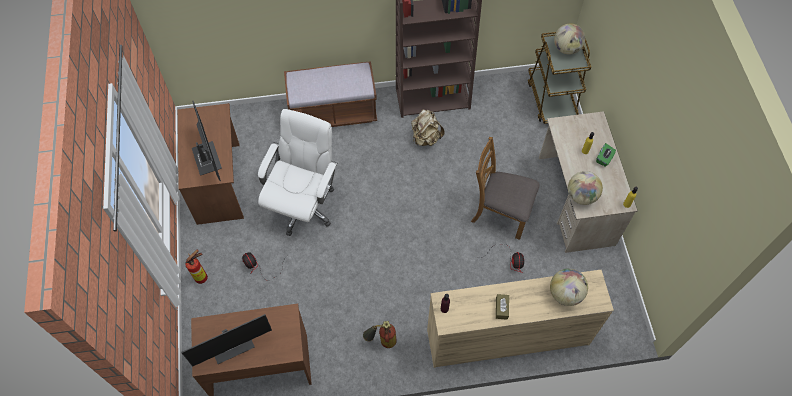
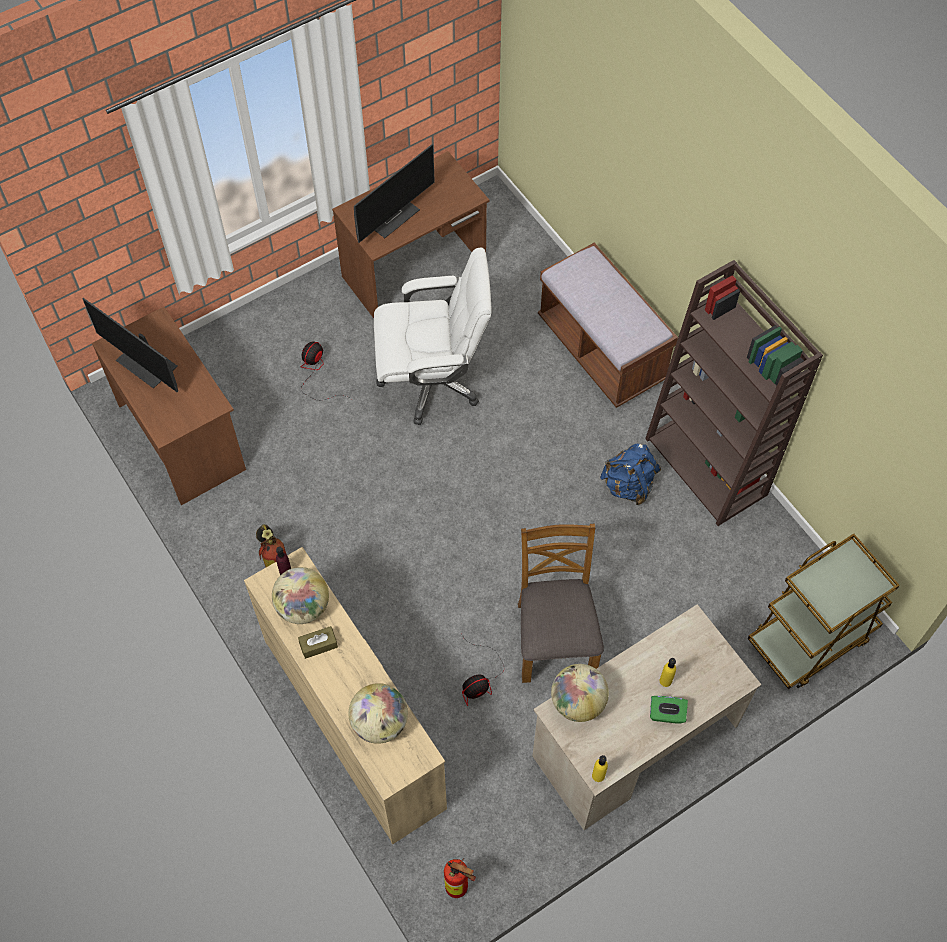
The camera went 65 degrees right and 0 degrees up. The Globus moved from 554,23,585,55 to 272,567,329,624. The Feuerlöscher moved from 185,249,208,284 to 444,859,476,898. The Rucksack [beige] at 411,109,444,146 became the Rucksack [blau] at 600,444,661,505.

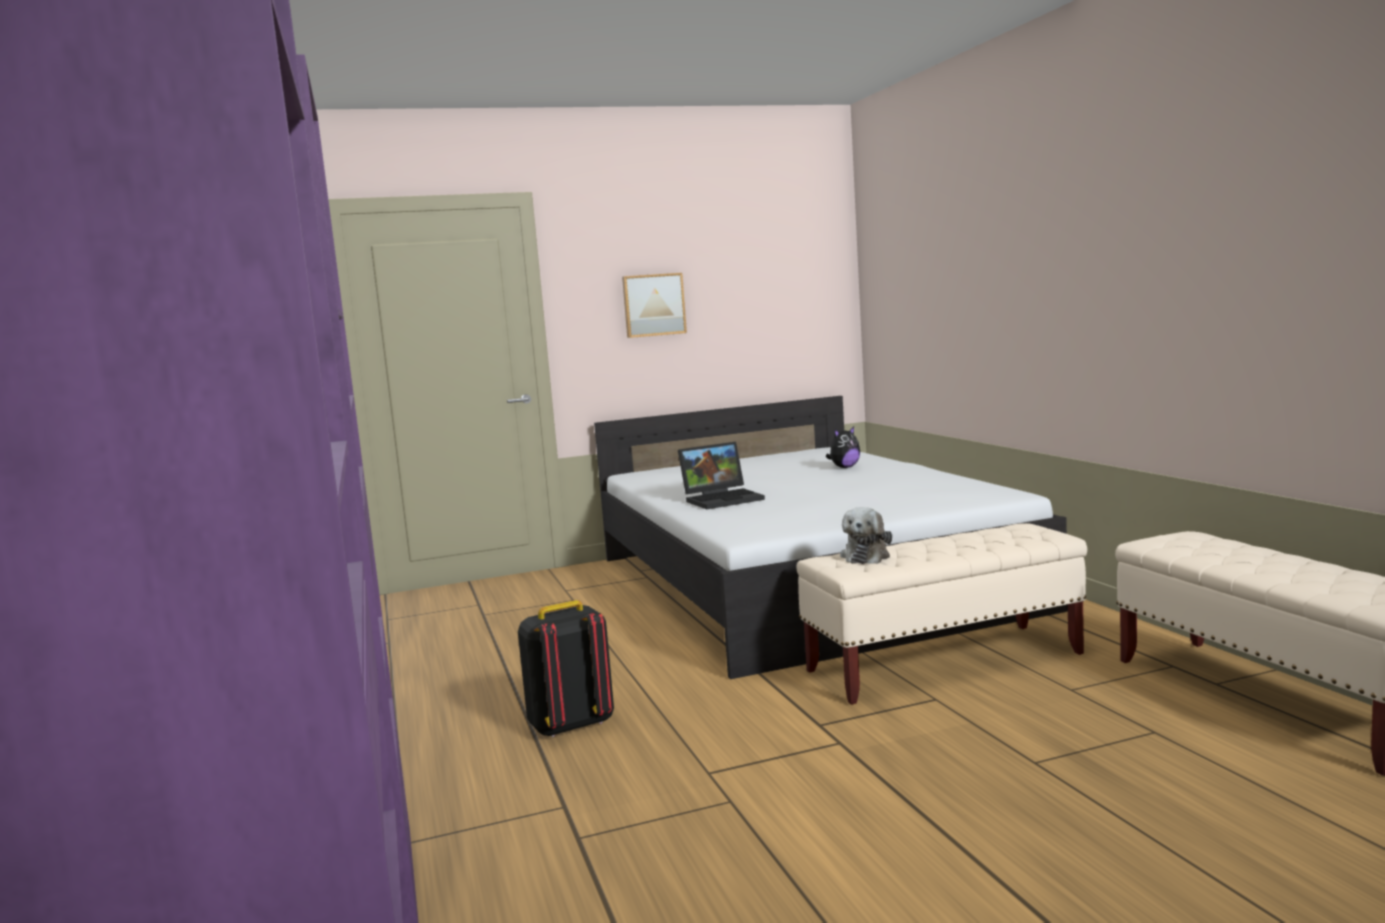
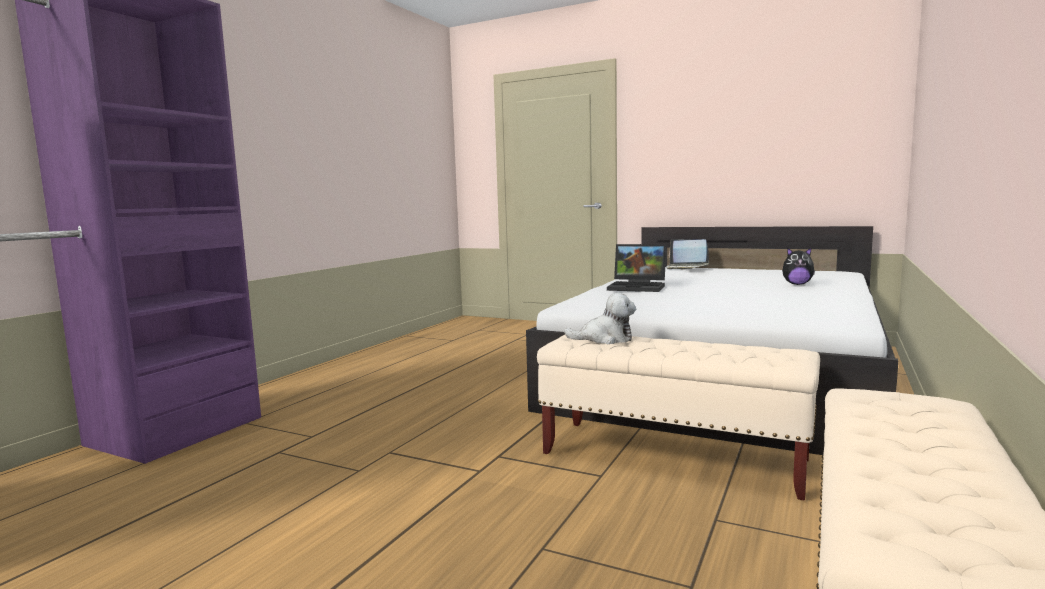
The camera went 45 degrees right and 0 degrees up. The Plüschtier at 840,507,892,564 turned 150 degrees counterclockwise. The Laptop at 666,239,709,270 appeared. The Rucksack [schwarz] at 518,600,614,738 disappeared. The Bild at 622,273,687,338 disappeared.

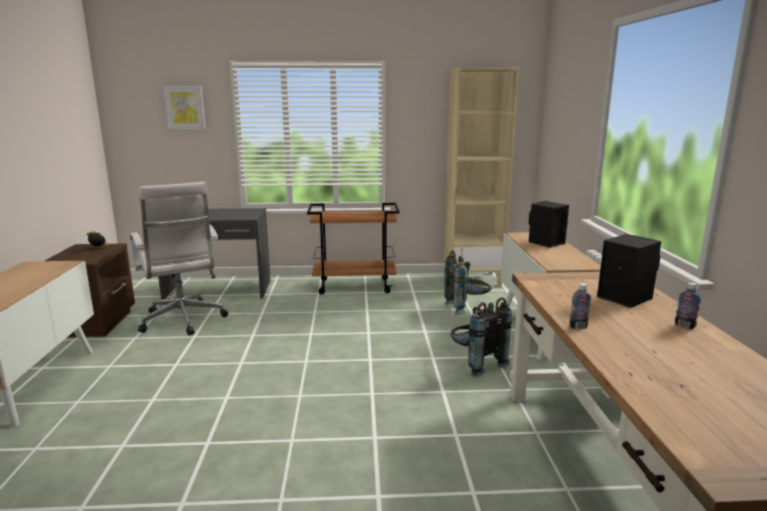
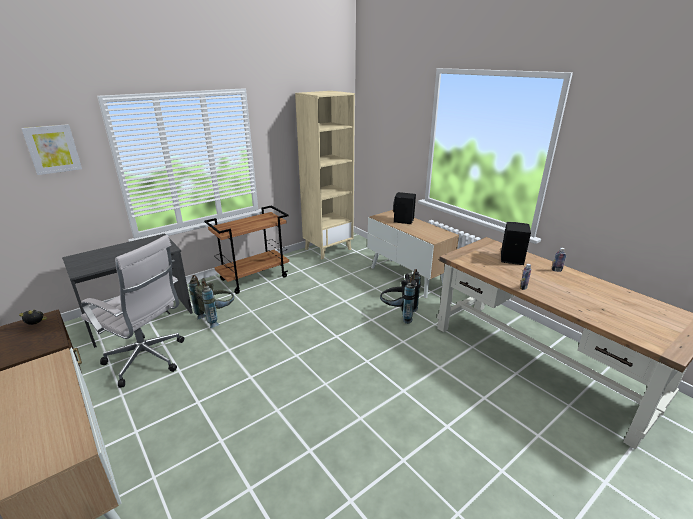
The camera went 35 degrees left and 10 degrees up. The Rucksack [grau] moved from 444,250,491,314 to 189,275,234,328.

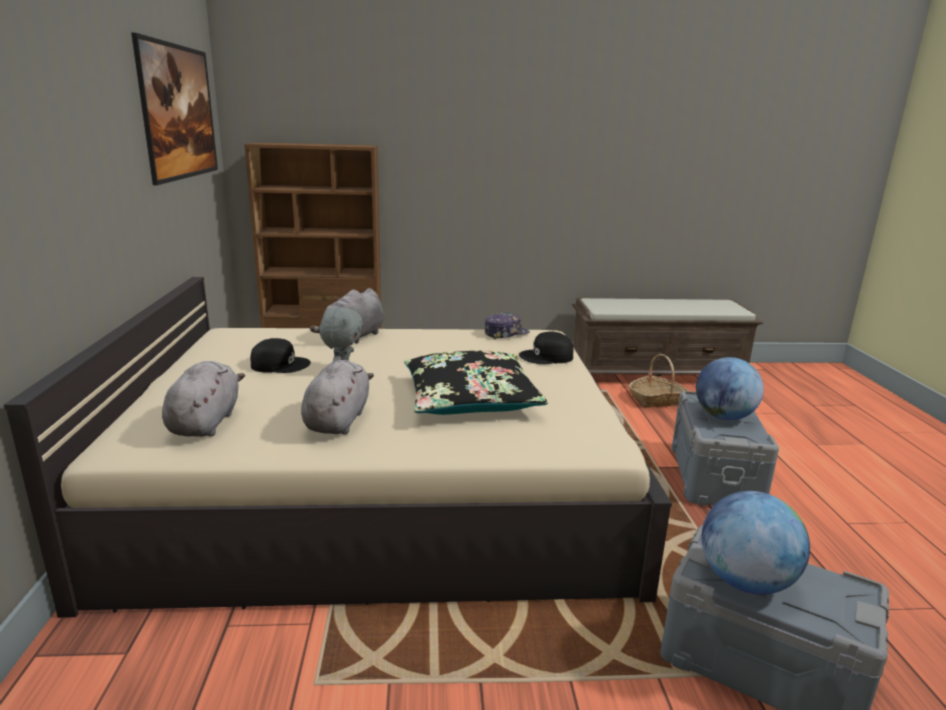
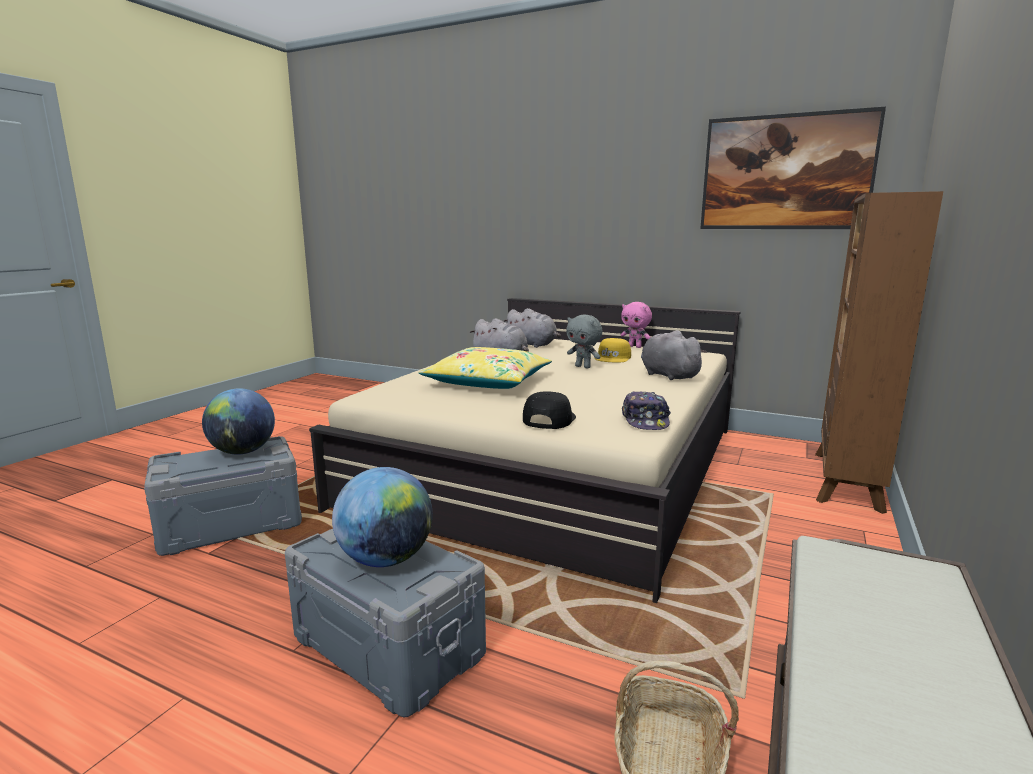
The camera went 120 degrees right and 5 degrees down. The Kissen [schwarz] at 404,351,548,415 became the Kissen [gelb] at 419,347,552,389. The Kappe [schwarz] at 250,338,311,373 became the Kappe [gelb] at 594,338,631,363. The Plüschtier [rosa] at 621,302,652,348 appeared.

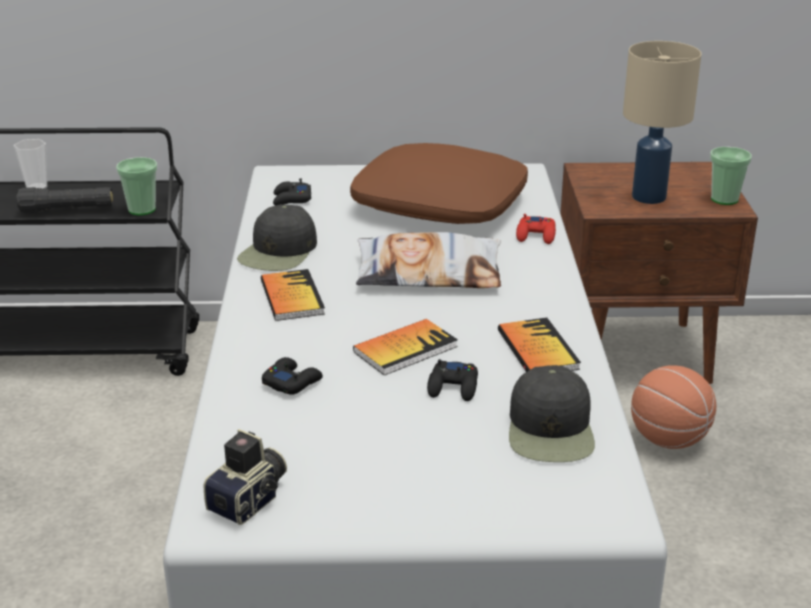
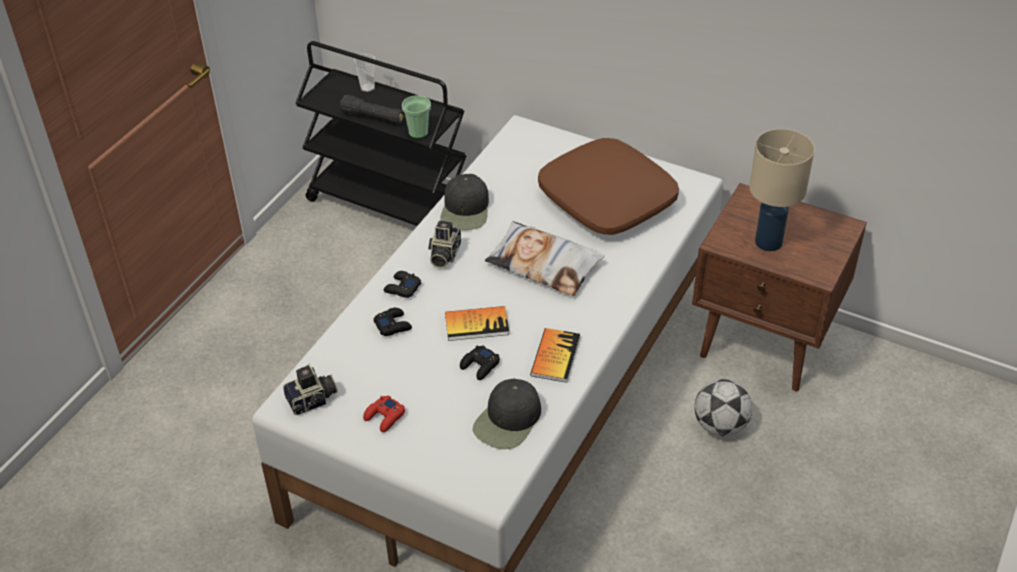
The camera went 30 degrees right and 15 degrees up. The Gamepad [rot] moved from 516,214,556,244 to 363,395,405,432. The Gamepad [schwarz] moved from 273,178,311,205 to 384,271,421,298. The Buch at 261,269,325,321 was replaced by the Kamera at 428,221,461,268. The Kappe [schwarz] at 237,204,317,271 turned 45 degrees counterclockwise. The Basketball at 631,365,716,449 was replaced by the Fußball at 694,379,752,436. The Tasse at 710,147,752,205 disappeared.

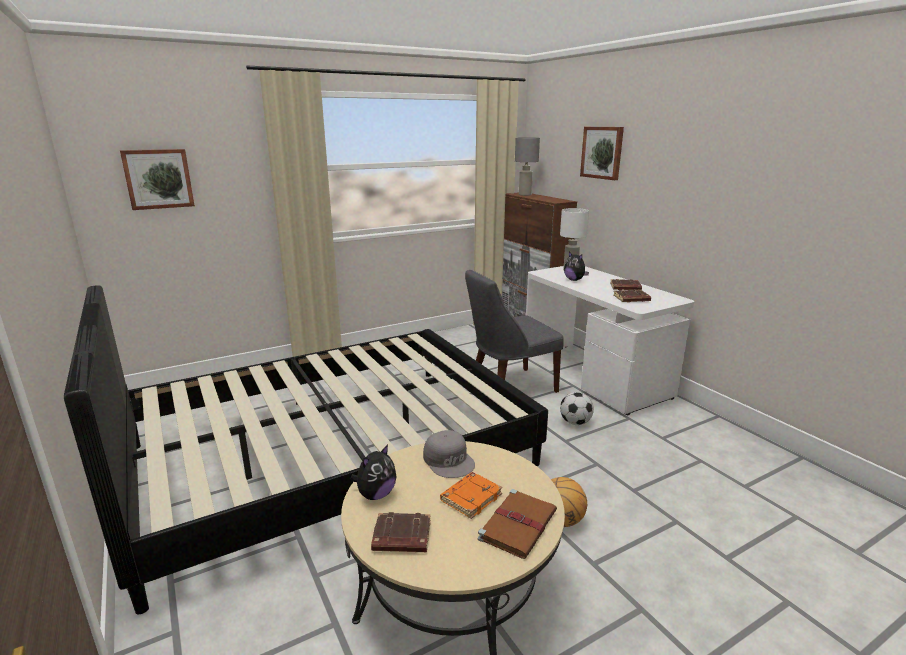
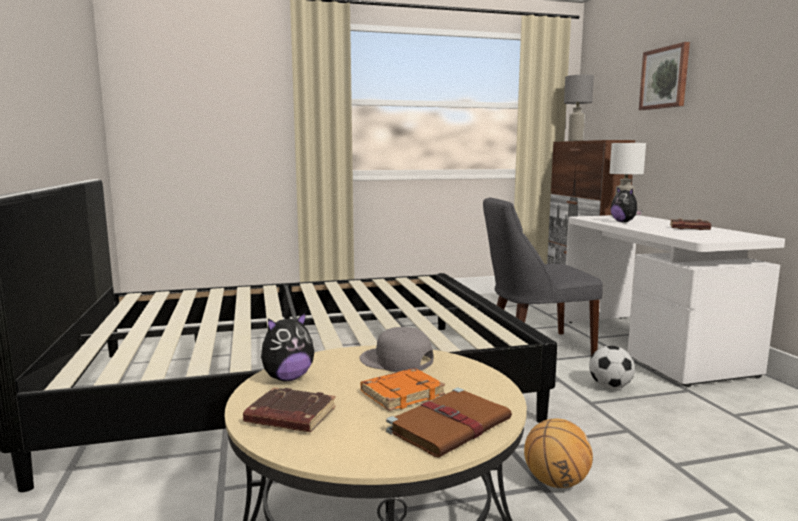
The camera went 15 degrees right and 10 degrees down. The Kappe [grau] at 423,430,475,478 turned 135 degrees clockwise. The Bild at 120,149,195,210 disappeared. The Buch [braun] at 614,289,651,302 disappeared.

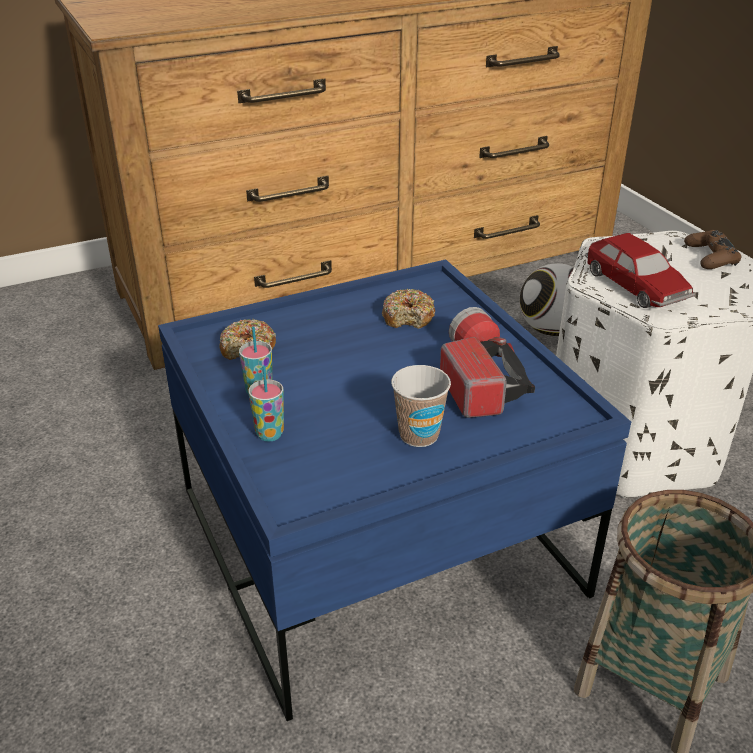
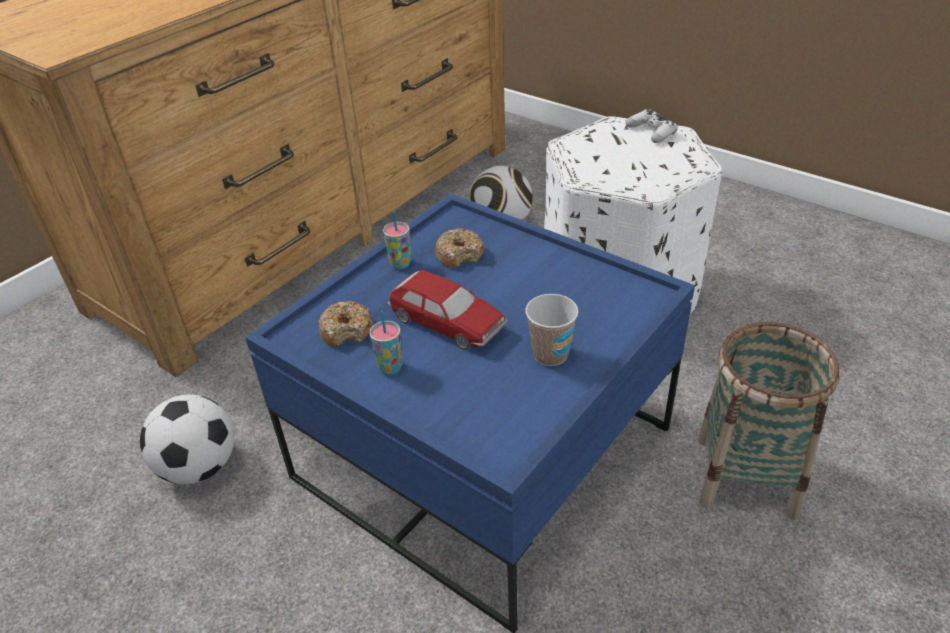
The camera went 25 degrees left and 5 degrees up. The Fußball at 140,394,234,484 appeared. The Tasse moved from 248,365,284,442 to 383,210,411,269. The Spielzeugauto moved from 585,232,695,308 to 387,270,508,349. The Gamepad [braun] at 684,230,741,269 became the Gamepad [weiß] at 626,109,678,143. The Taschenlampe at 440,307,535,418 disappeared.

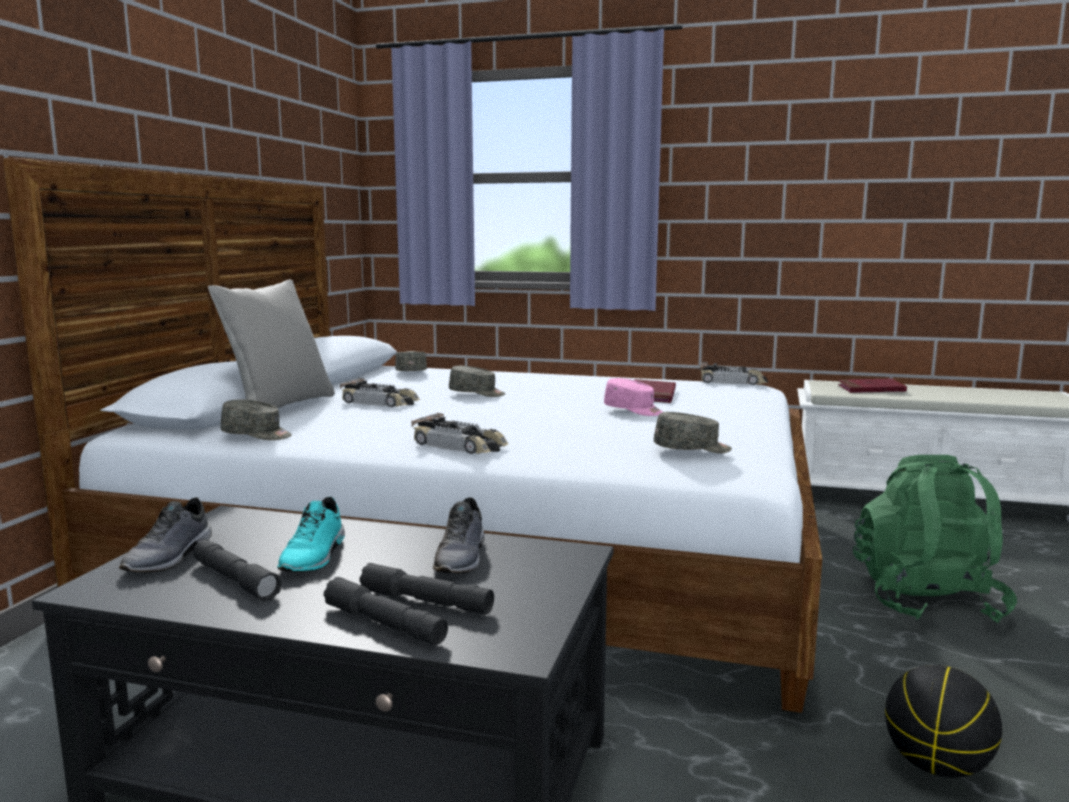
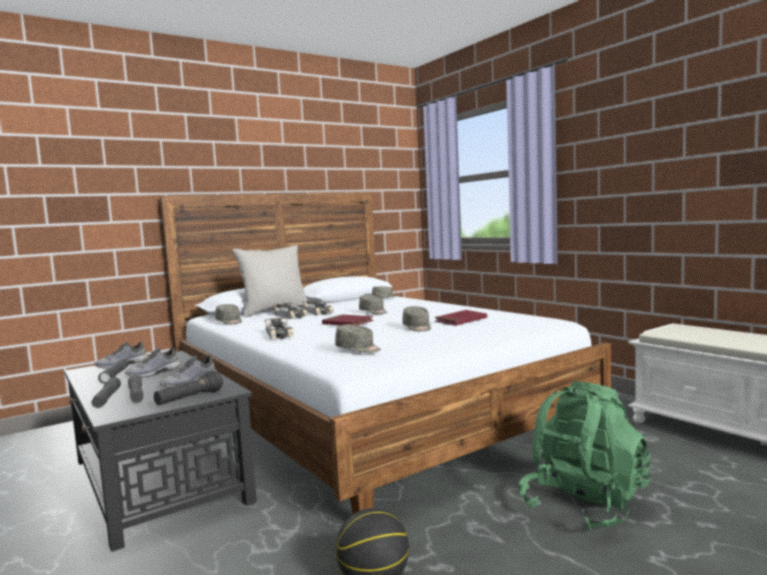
The camera went 40 degrees right and 5 degrees down. The Schuh [türkis] at 277,497,345,572 became the Schuh [grau] at 125,348,180,377. The Taschenlampe [schwarz] at 154,370,223,405 appeared. The Spielzeugauto moved from 700,362,768,385 to 273,302,309,319. The Buch [rot] moved from 838,378,907,393 to 322,314,374,325. The Kappe [rosa] at 604,378,663,416 became the Kappe [grau] at 402,306,431,332.

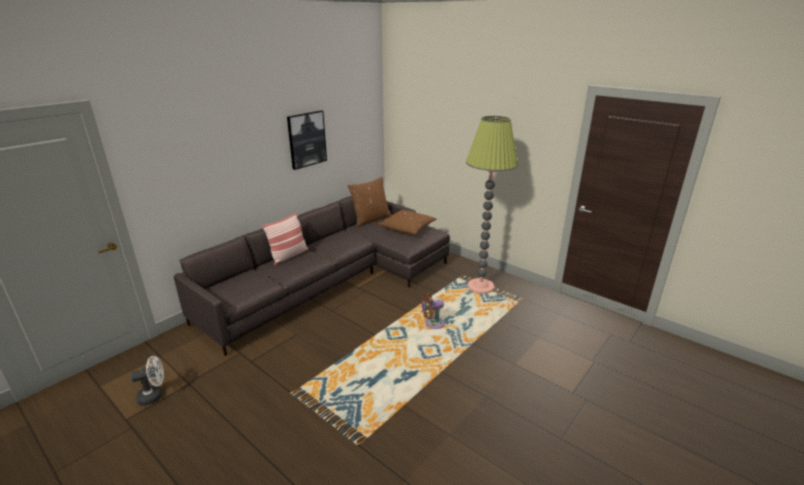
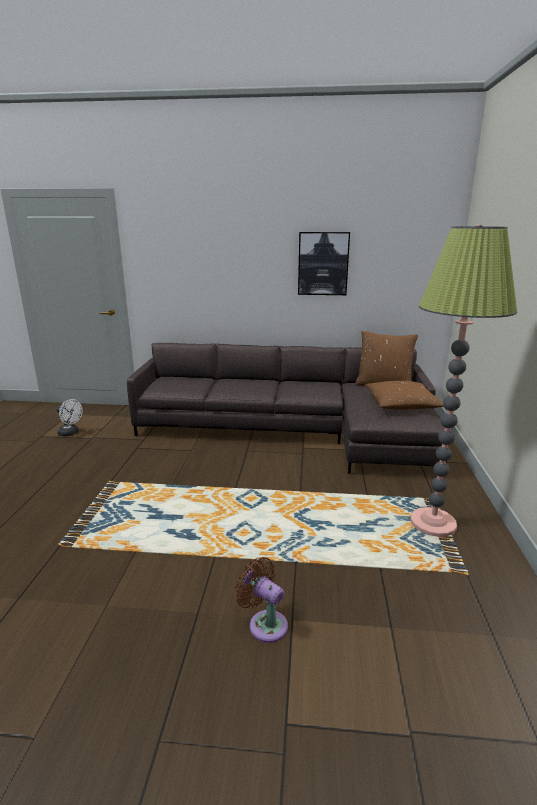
The camera went 55 degrees right and 5 degrees down. The Ventilator [braun] moved from 421,292,445,329 to 235,557,288,643. The Kissen at 262,212,309,265 disappeared.

